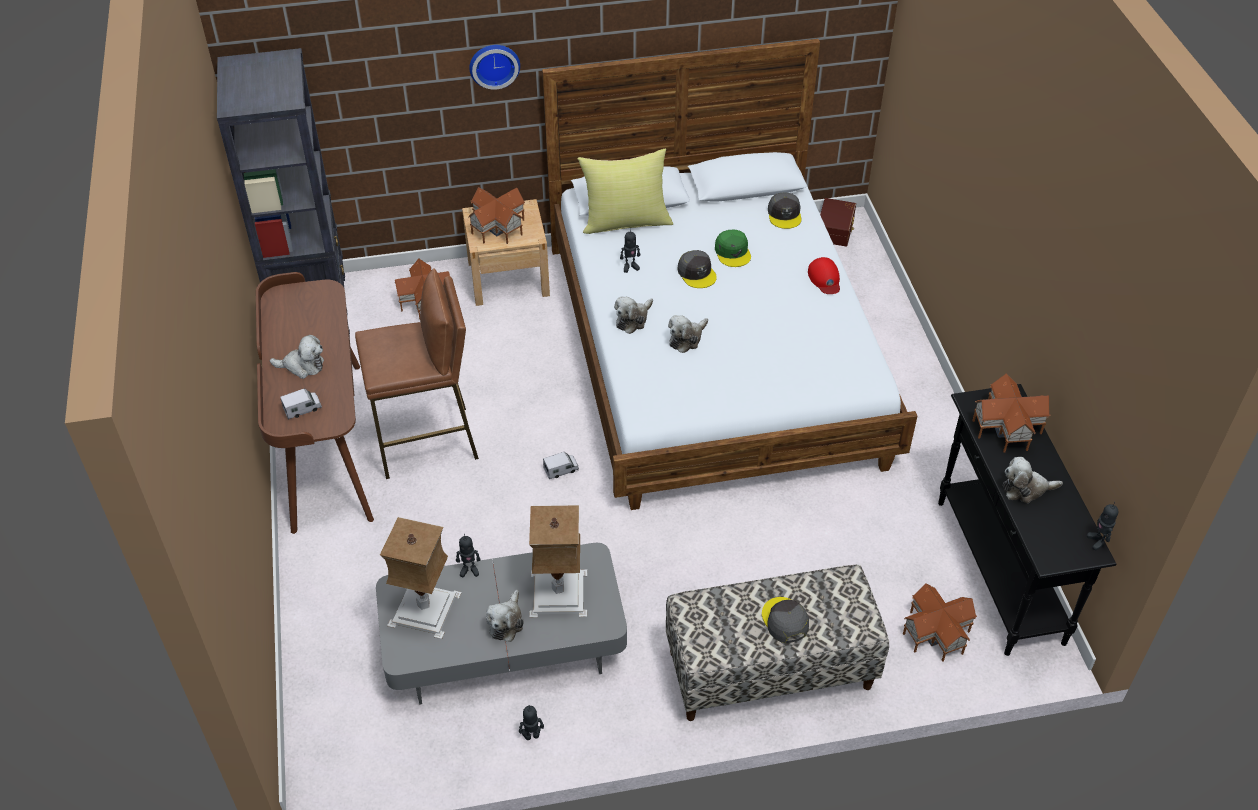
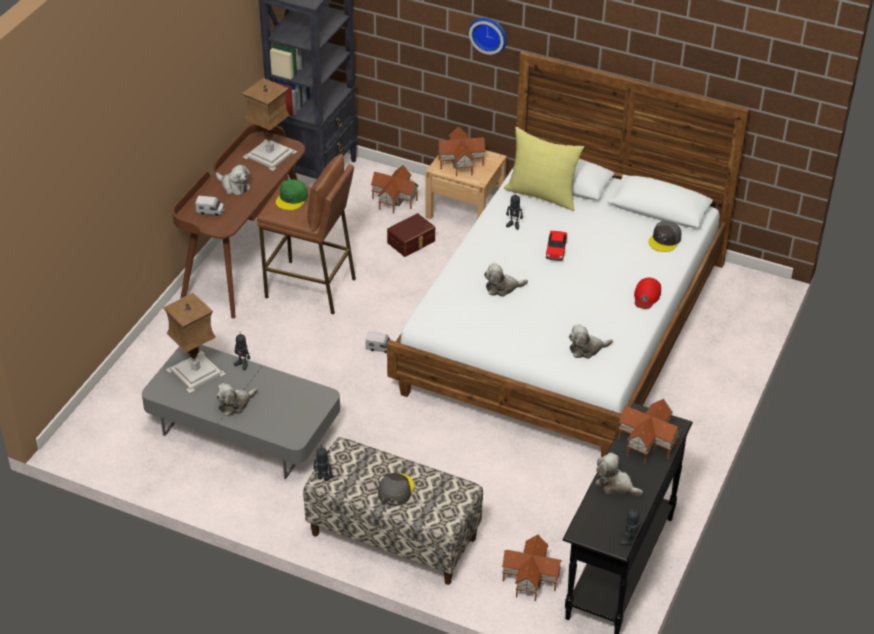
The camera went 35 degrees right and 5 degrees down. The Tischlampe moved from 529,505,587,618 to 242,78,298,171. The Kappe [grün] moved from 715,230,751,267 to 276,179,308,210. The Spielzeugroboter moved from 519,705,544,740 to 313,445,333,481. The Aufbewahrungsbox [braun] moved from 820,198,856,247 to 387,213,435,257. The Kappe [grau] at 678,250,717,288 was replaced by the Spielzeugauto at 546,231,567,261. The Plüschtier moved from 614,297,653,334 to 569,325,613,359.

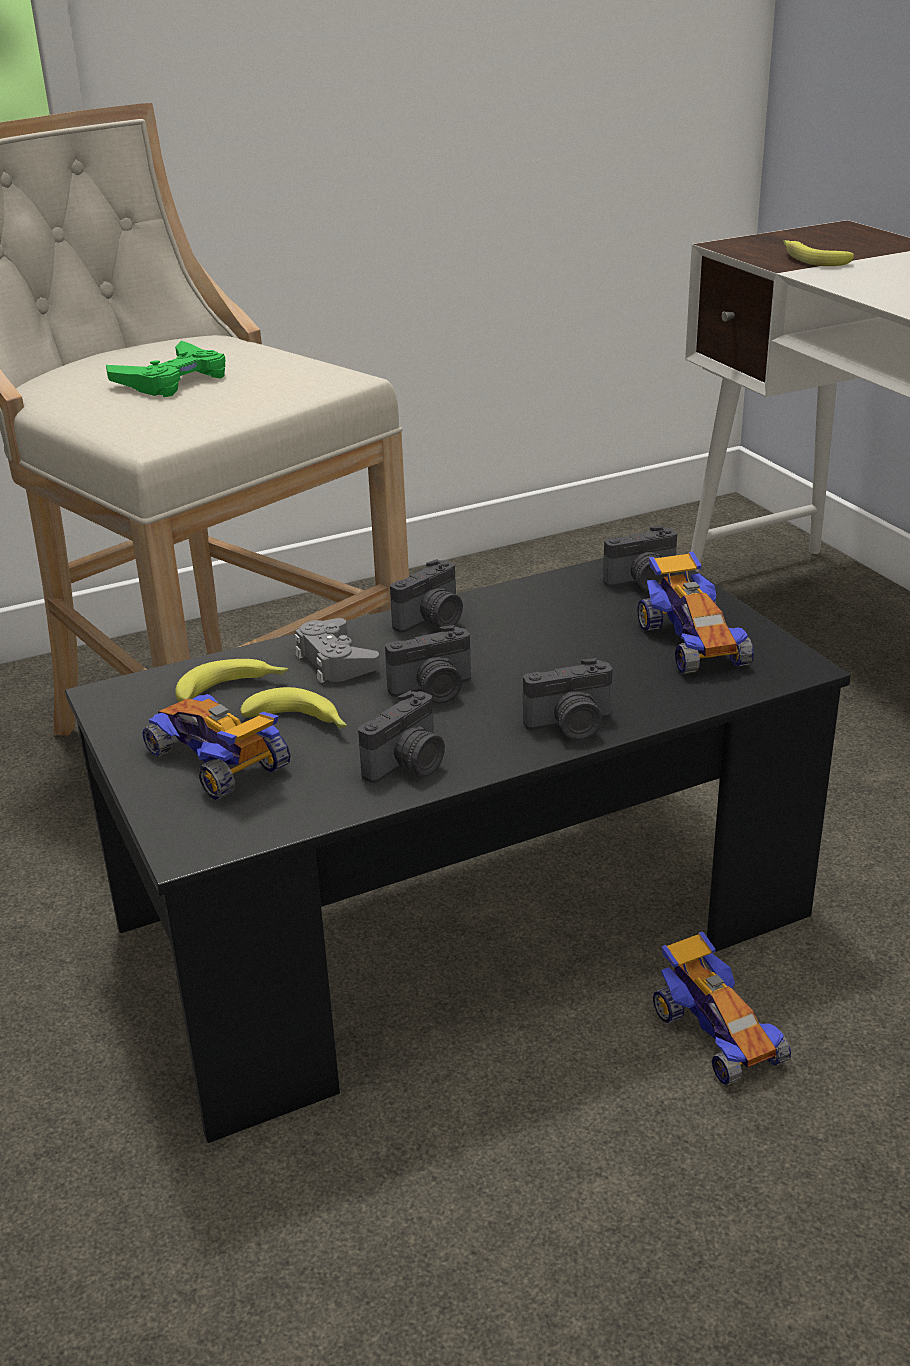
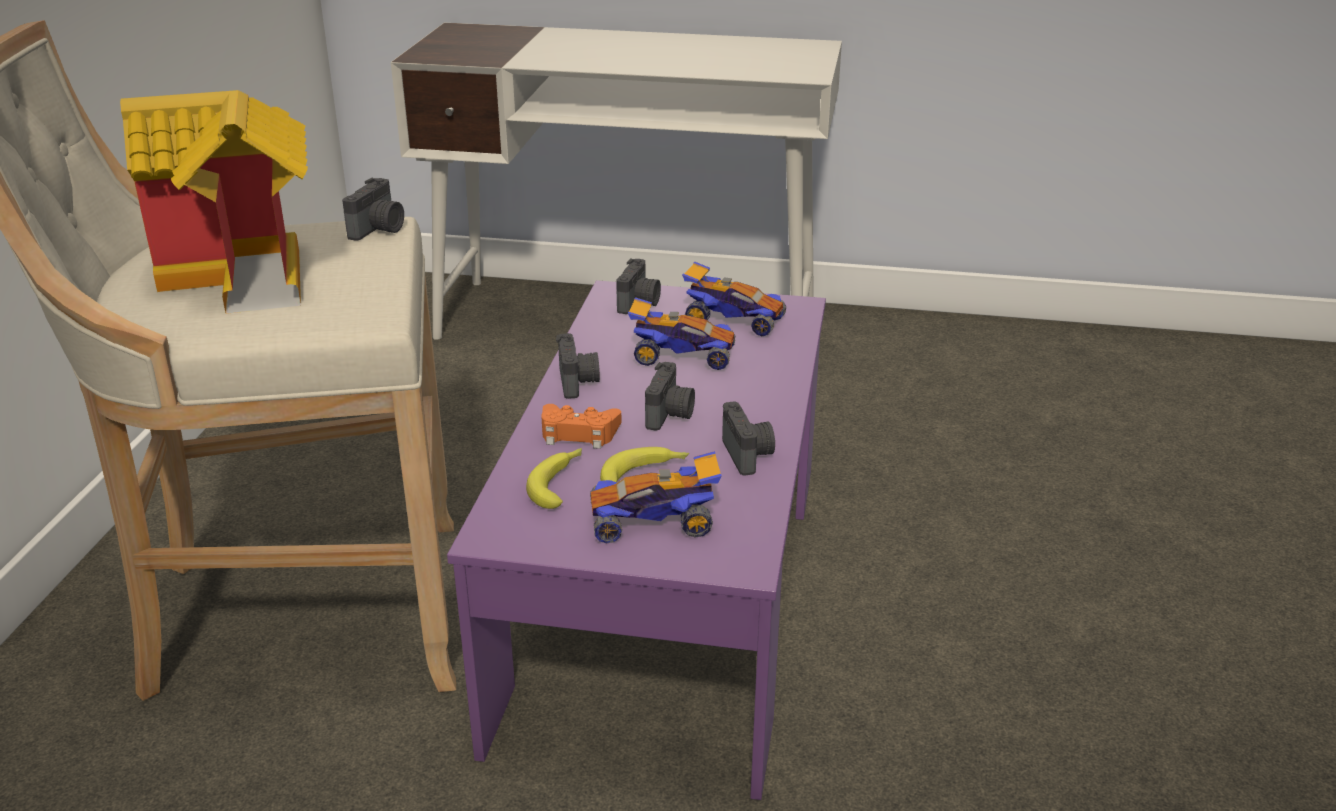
The camera went 55 degrees left and 0 degrees up. The Gamepad [grün] at 106,341,225,397 was replaced by the Spielzeughaus at 120,90,308,314. The Kamera moved from 523,658,613,740 to 342,177,404,241. The Couchtisch [schwarz] at 65,558,851,1143 became the Couchtisch [lila] at 447,280,826,800. The Gamepad [grau] at 295,618,380,683 became the Gamepad [orange] at 541,404,622,449. The Spielzeugauto moved from 653,931,791,1085 to 628,297,735,370. The Banane at 783,240,854,266 disappeared.

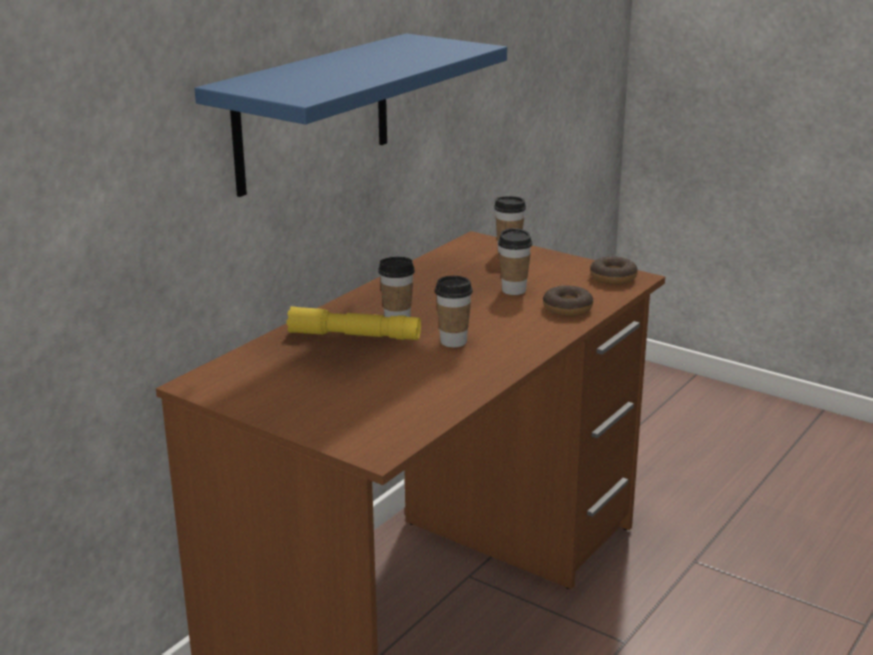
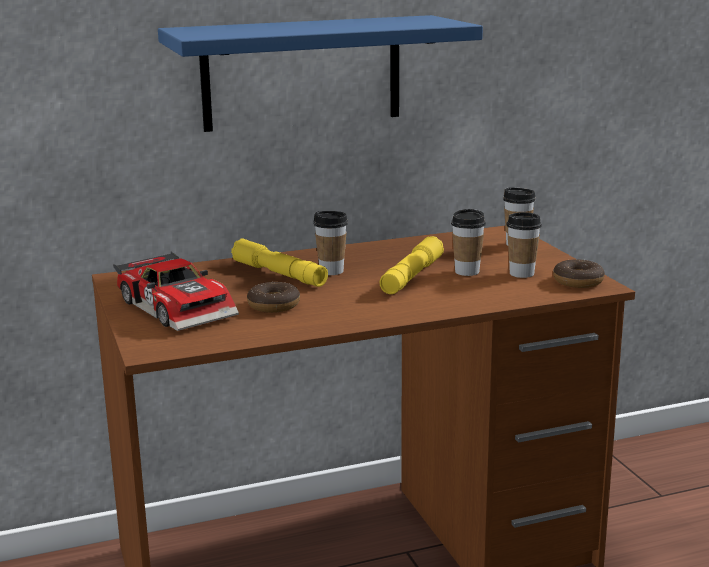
The camera went 35 degrees right and 5 degrees down. The Spielzeugauto at 113,252,239,331 appeared. The Donut moved from 543,285,593,316 to 247,282,300,313. The Taschenlampe [gelb] at 380,236,444,294 appeared. The Tasse moved from 435,276,473,347 to 506,212,542,278.

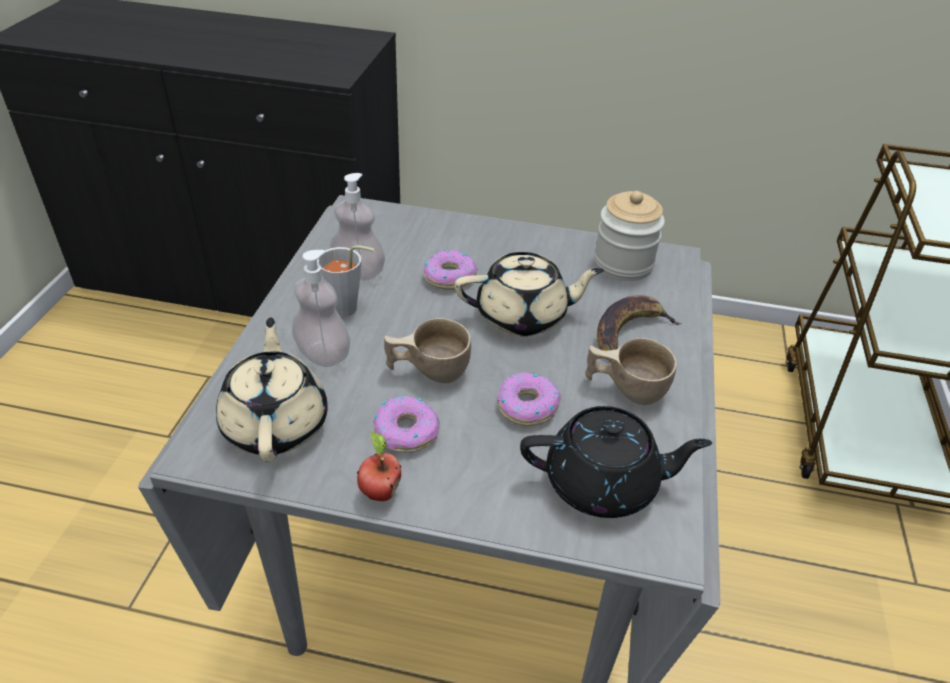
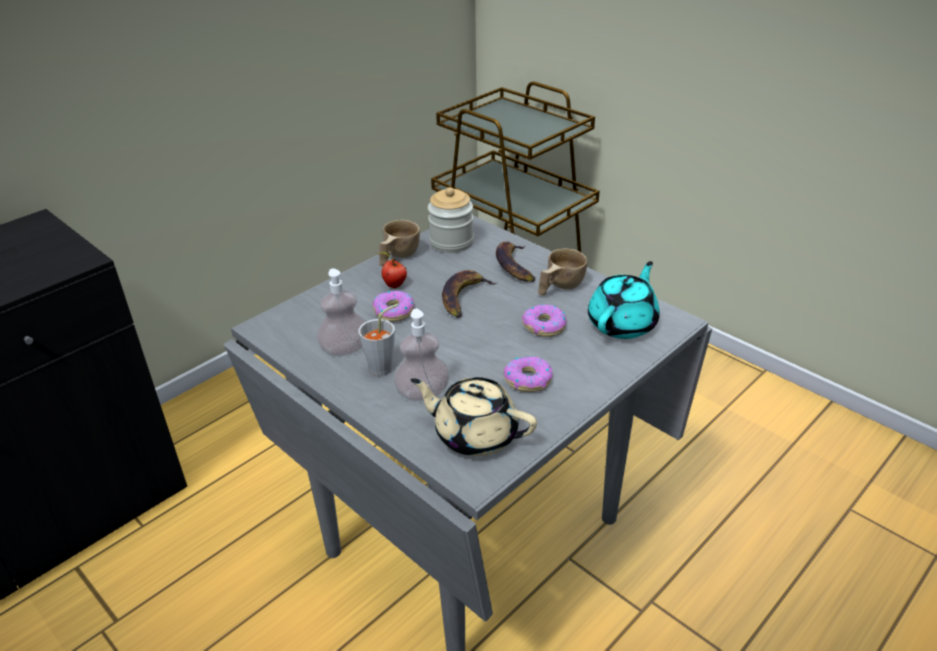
The camera went 55 degrees left and 5 degrees down. The Tasse [beige] moved from 384,318,471,383 to 379,220,420,266. The Apfel moved from 357,432,401,501 to 379,252,407,288. The Teekanne [beige] at 455,252,604,336 was replaced by the Banane at 442,270,496,318. The Teekanne [schwarz] at 520,406,712,518 became the Teekanne [türkis] at 588,261,660,339.

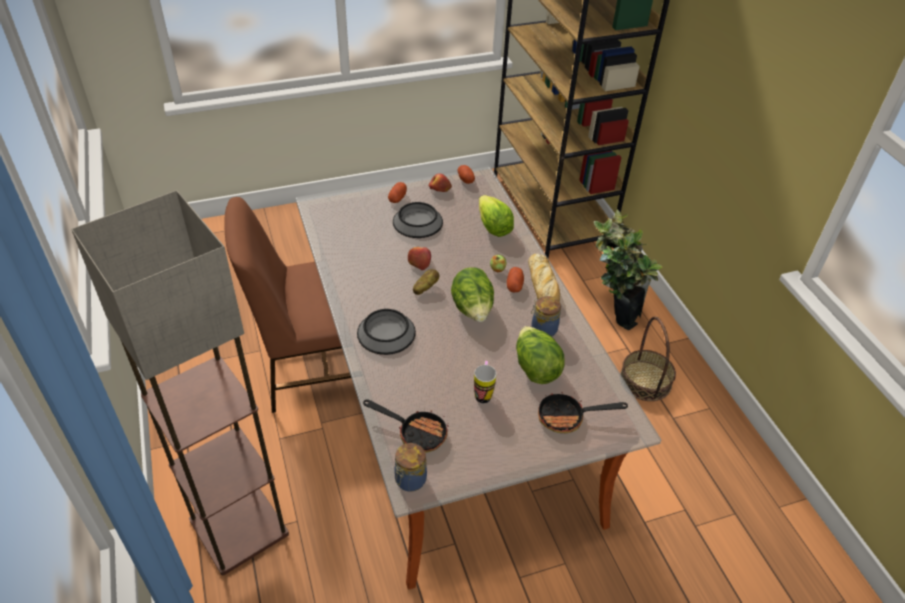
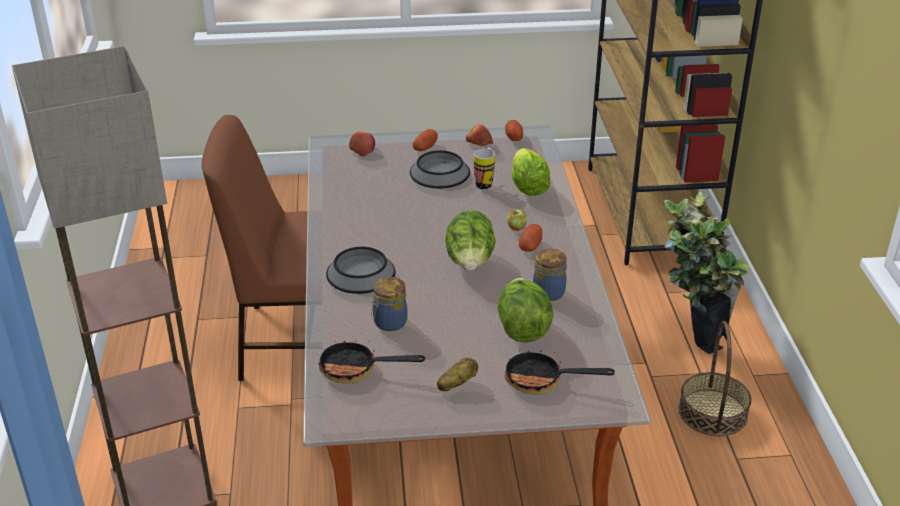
The camera went 15 degrees right and 10 degrees down. The Pfanne at 363,399,448,453 turned 150 degrees clockwise. The Apfel moved from 408,247,431,270 to 349,131,375,157. The Vorratsglas moved from 394,443,427,492 to 371,277,408,331. The Kartoffel moved from 413,269,439,295 to 437,358,478,391. The Henkelbecher moved from 474,361,497,403 to 474,148,495,190. The Brot at 528,254,560,302 disappeared.

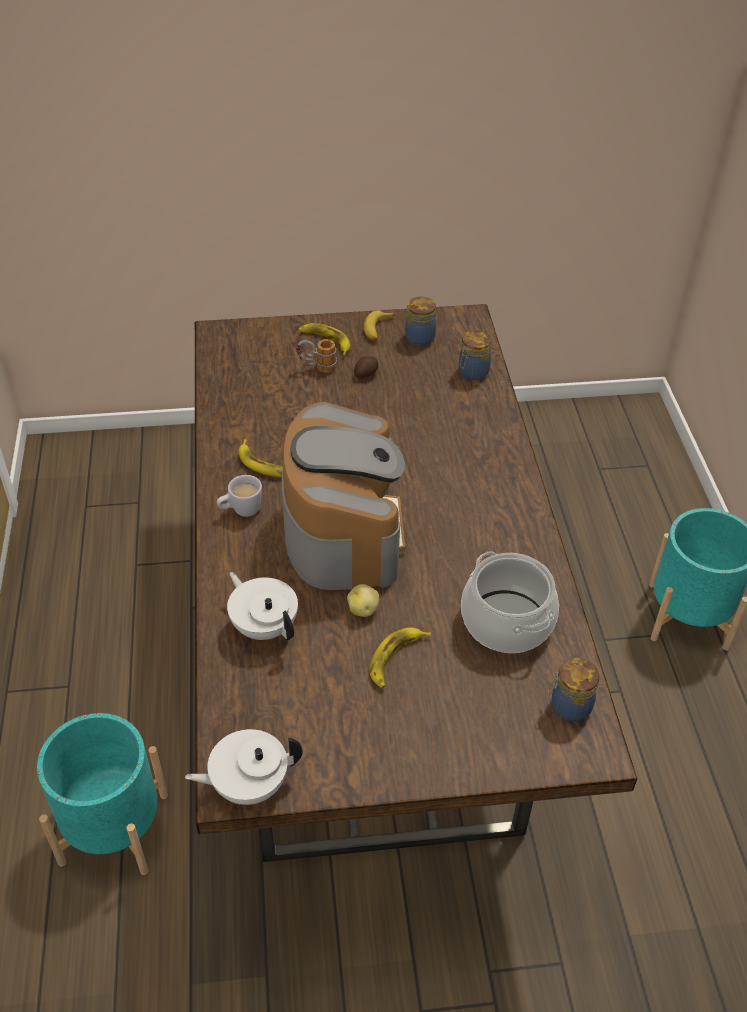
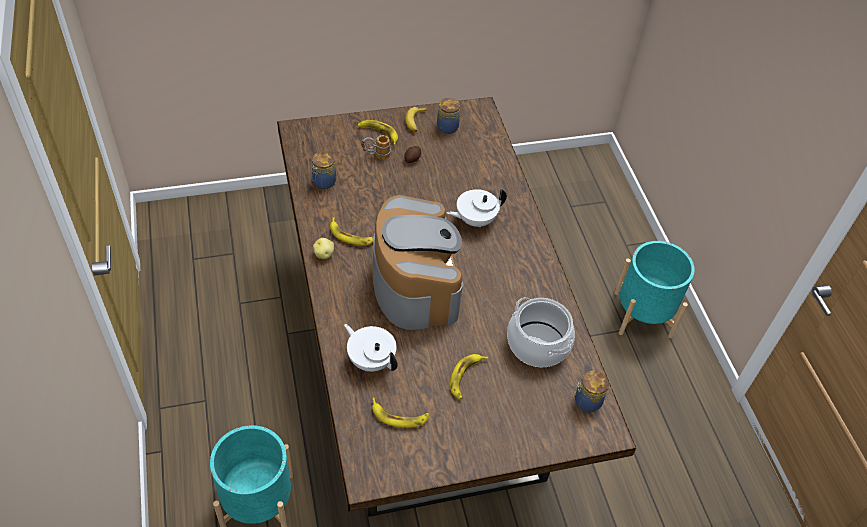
The camera went 10 degrees left and 5 degrees up. The Vorratsglas moved from 459,330,492,380 to 312,151,336,189. The Kartoffel moved from 347,584,379,617 to 313,238,334,259. The Banane at 372,398,429,428 appeared. The Teekanne [weiß] moved from 185,729,303,805 to 447,189,507,227. The Henkelbecher [weiß] at 217,475,262,517 disappeared.

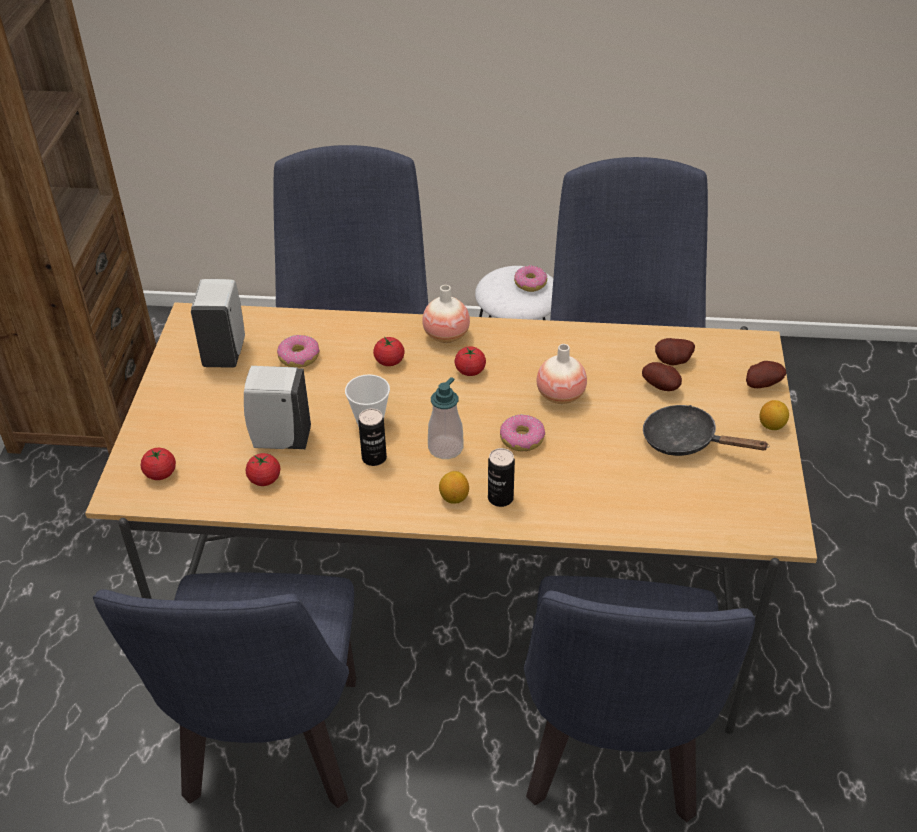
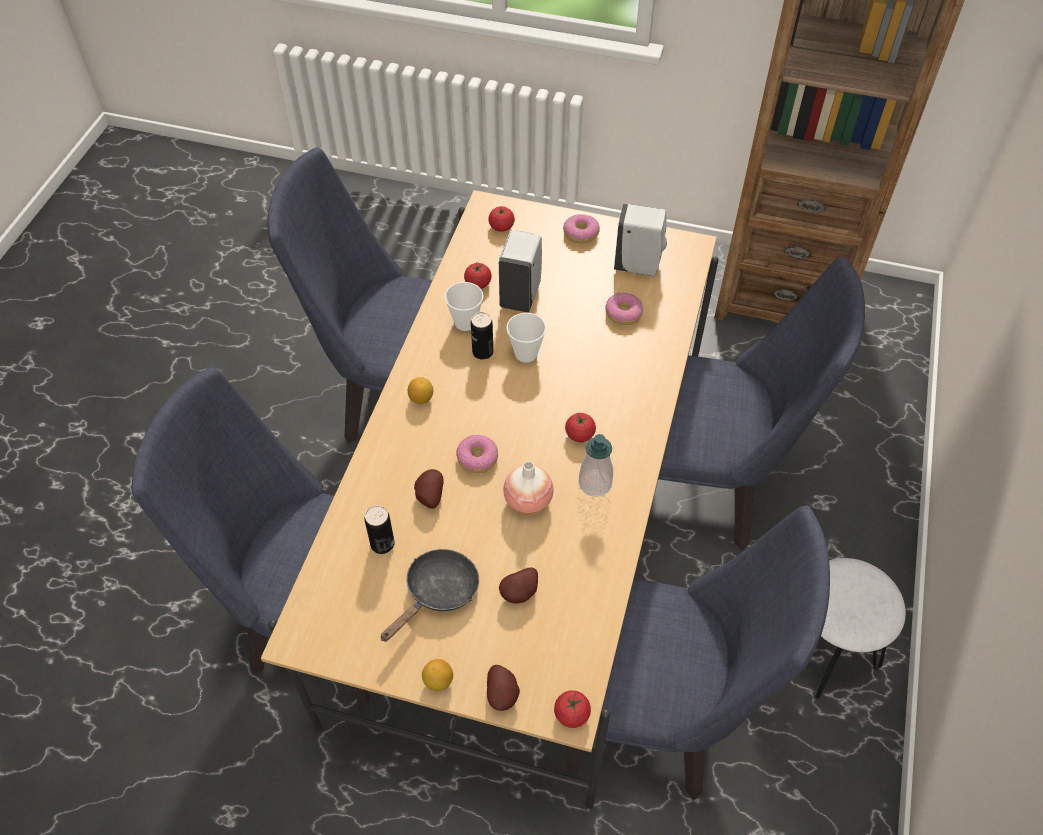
The camera went 100 degrees right and 10 degrees up. The Dose moved from 488,448,515,507 to 364,505,395,554. The Kartoffel moved from 655,338,695,366 to 414,469,444,509. The Tasse at 444,282,483,331 appeared. The Tomate moved from 373,337,405,366 to 554,690,591,728. The Donut moved from 514,265,547,292 to 563,214,600,243. The Seifenspender moved from 428,377,463,459 to 579,434,613,497. The Vase at 422,285,470,343 disappeared.

